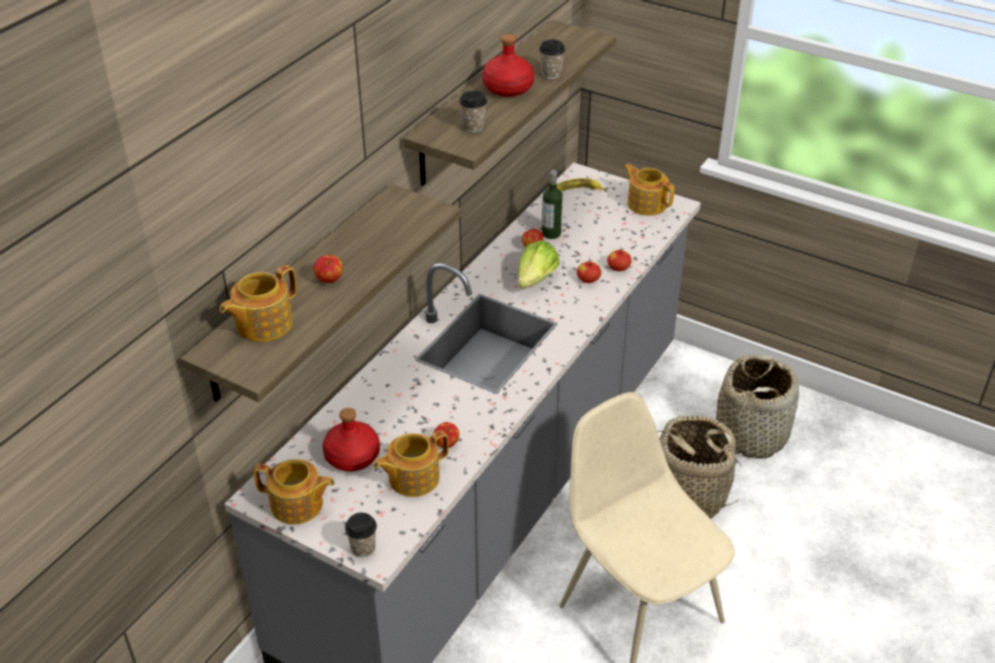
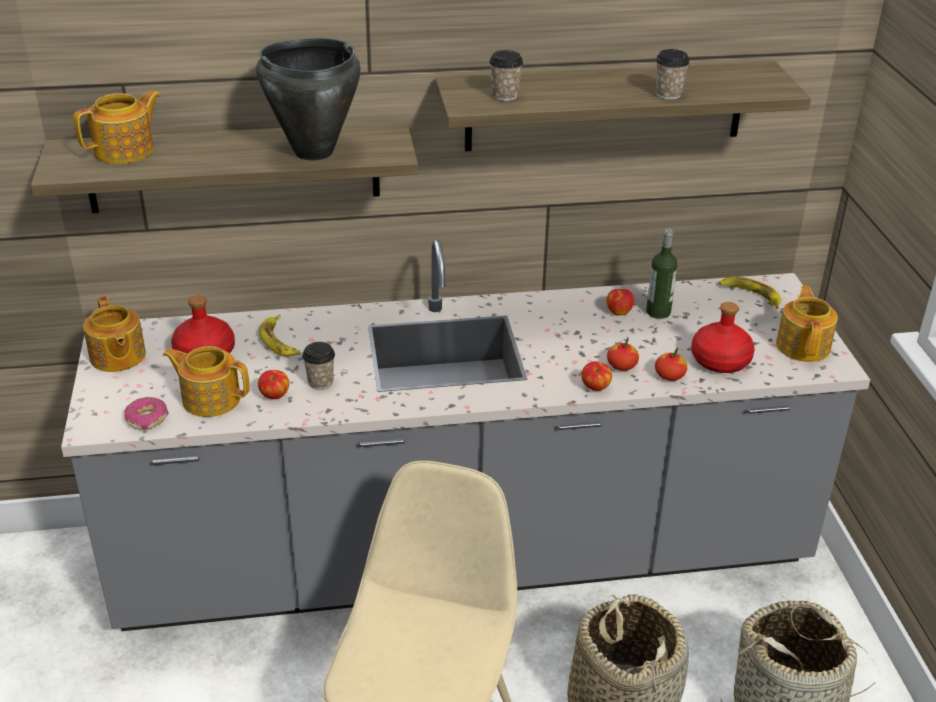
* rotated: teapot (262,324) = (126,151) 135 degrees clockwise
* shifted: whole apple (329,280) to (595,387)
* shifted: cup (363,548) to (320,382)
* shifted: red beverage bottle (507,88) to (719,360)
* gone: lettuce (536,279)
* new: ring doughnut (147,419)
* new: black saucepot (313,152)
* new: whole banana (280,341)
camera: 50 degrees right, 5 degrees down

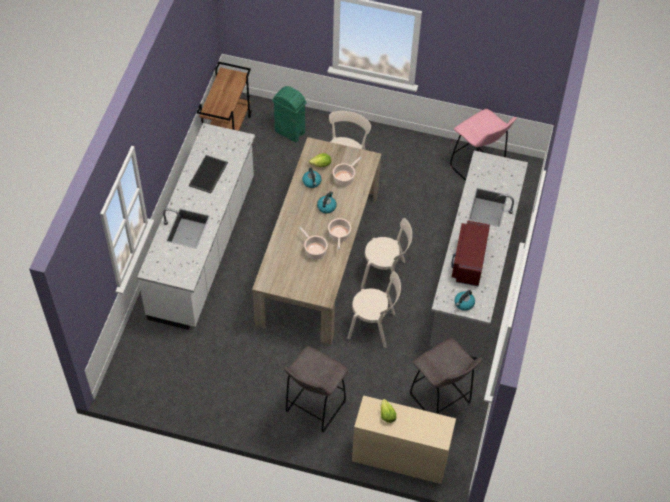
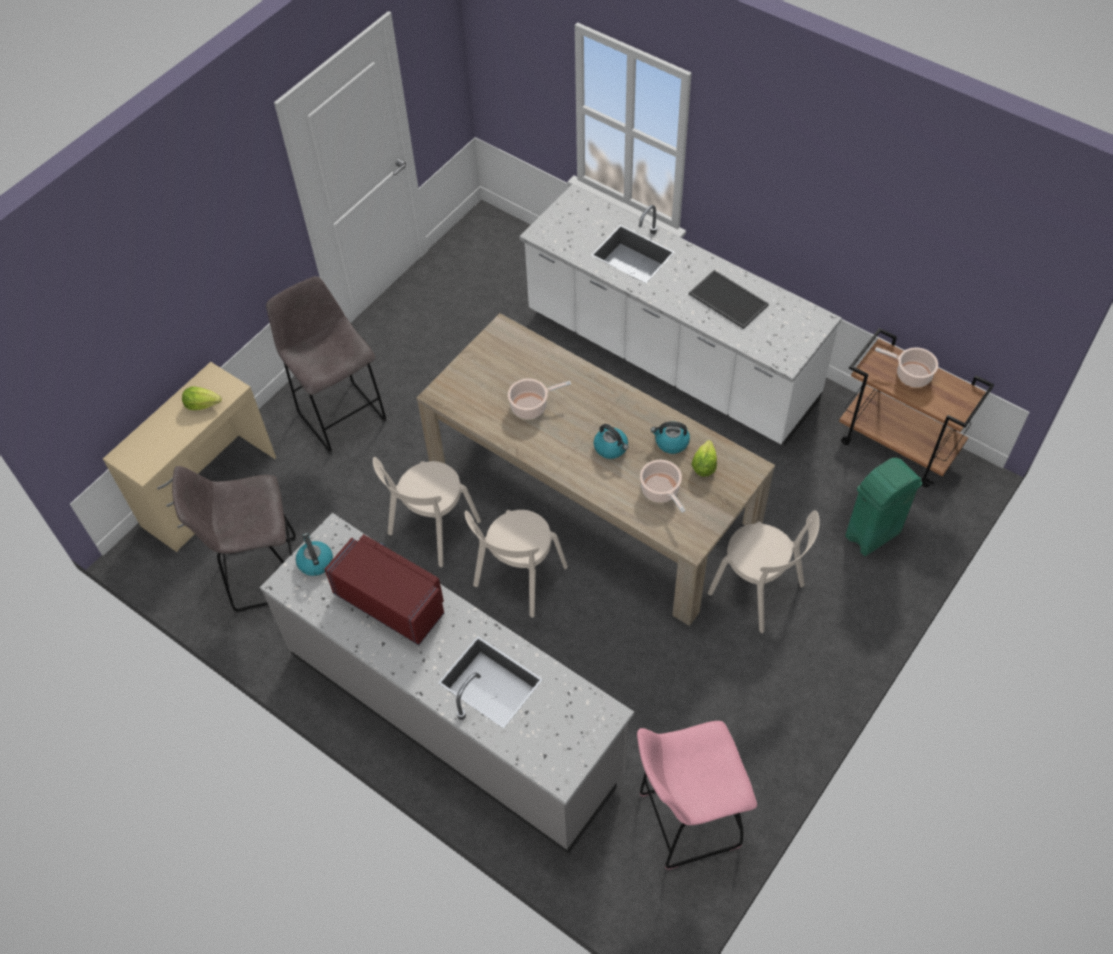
* shifted: saucepot (339,236) to (911,374)
camera: 115 degrees right, 0 degrees up

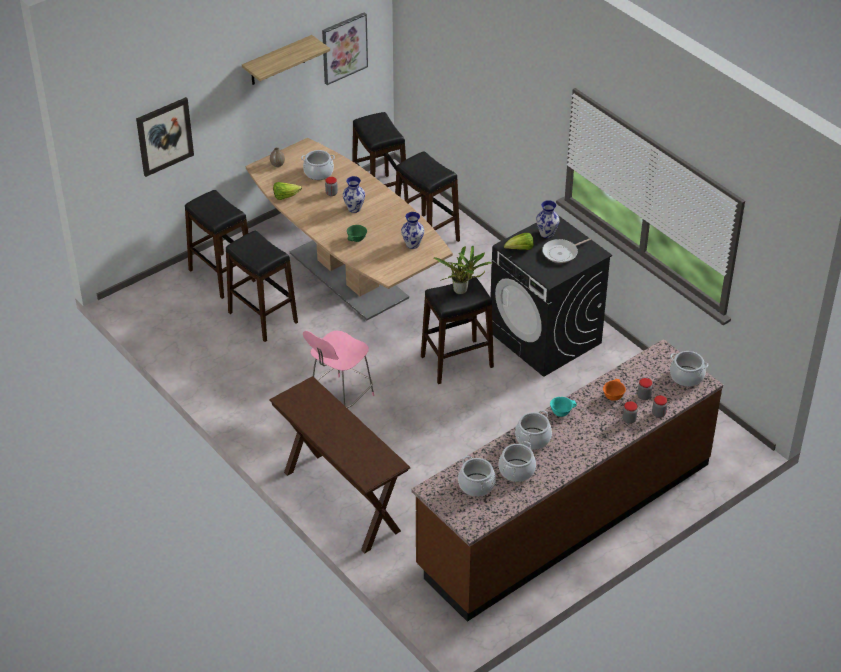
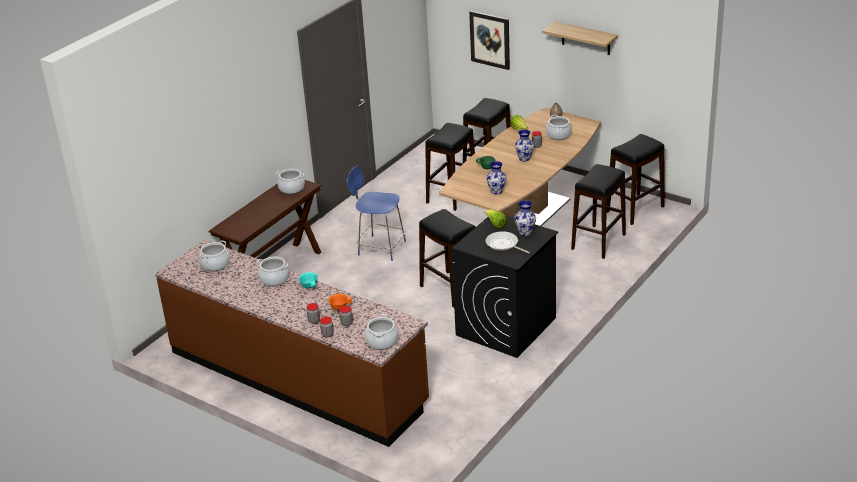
* repainted: pinkish chair (340,400) to blue-coloured chair (380,248)
* gone: wall art (344,48)
* gone: plant in a pot (462,291)
* shifted: saucepot (517,470) to (291,188)
camera: 75 degrees right, 10 degrees down

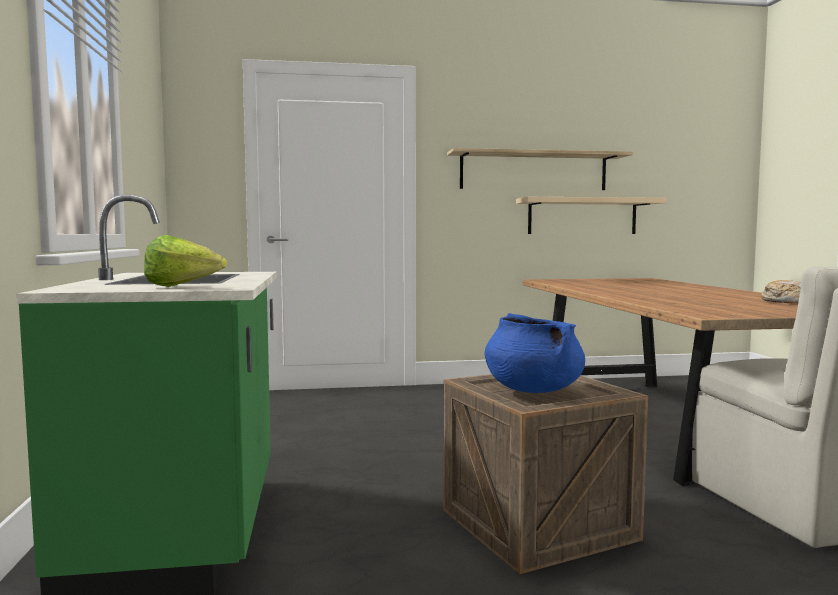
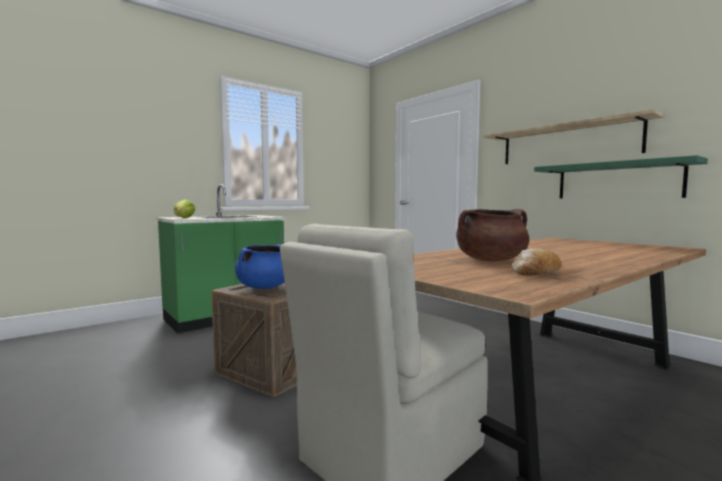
* repainted: beige bracket shelf (582,216) to green-coloured bracket shelf (617,181)
* new: brownish saucepot (491,260)
camera: 60 degrees right, 0 degrees up

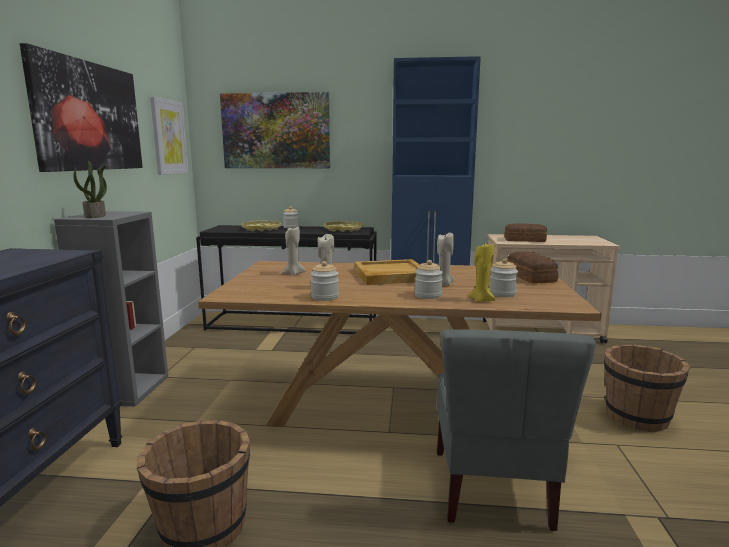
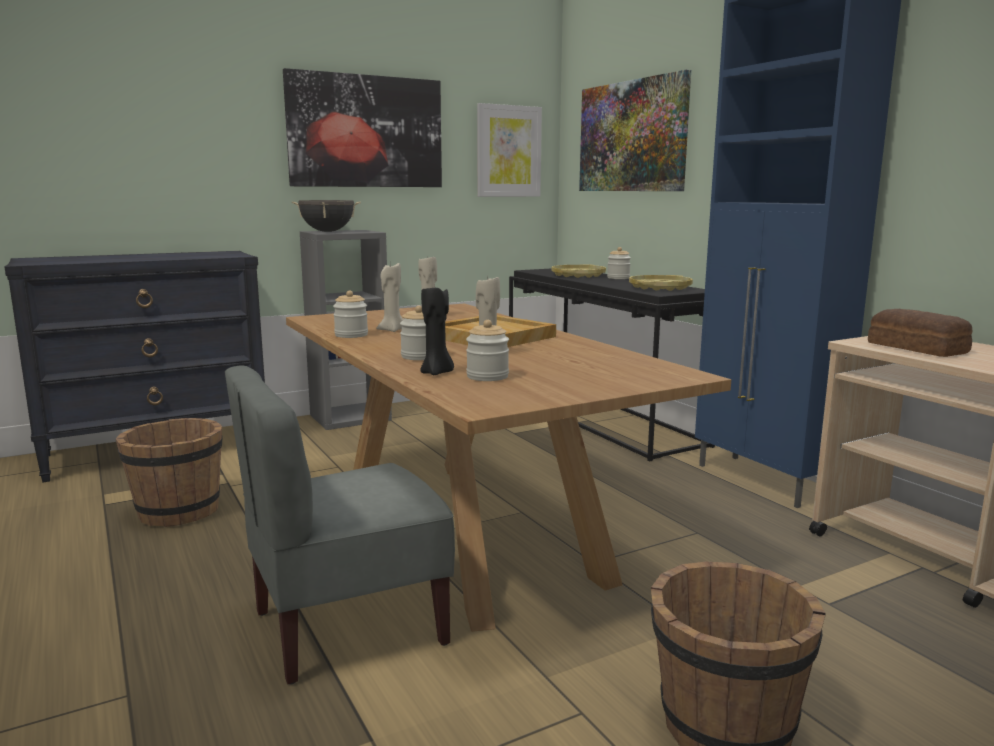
* swapped: plant in a pot (95,216) to black saucepot (327,231)
* repainted: yellow-coloured wax light (481,300) to black wax light (437,373)
* gone: bread (530,277)
camera: 55 degrees right, 0 degrees up

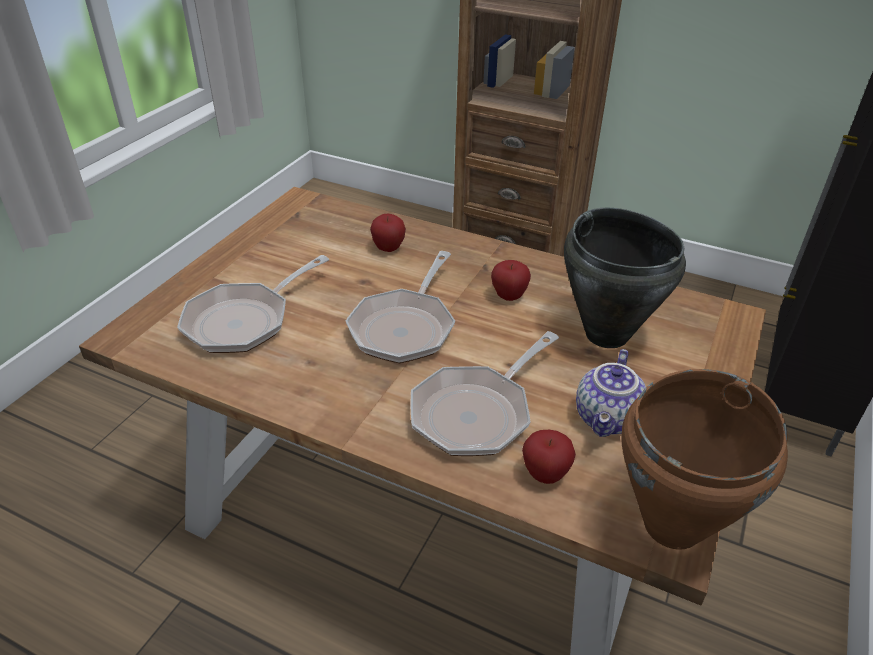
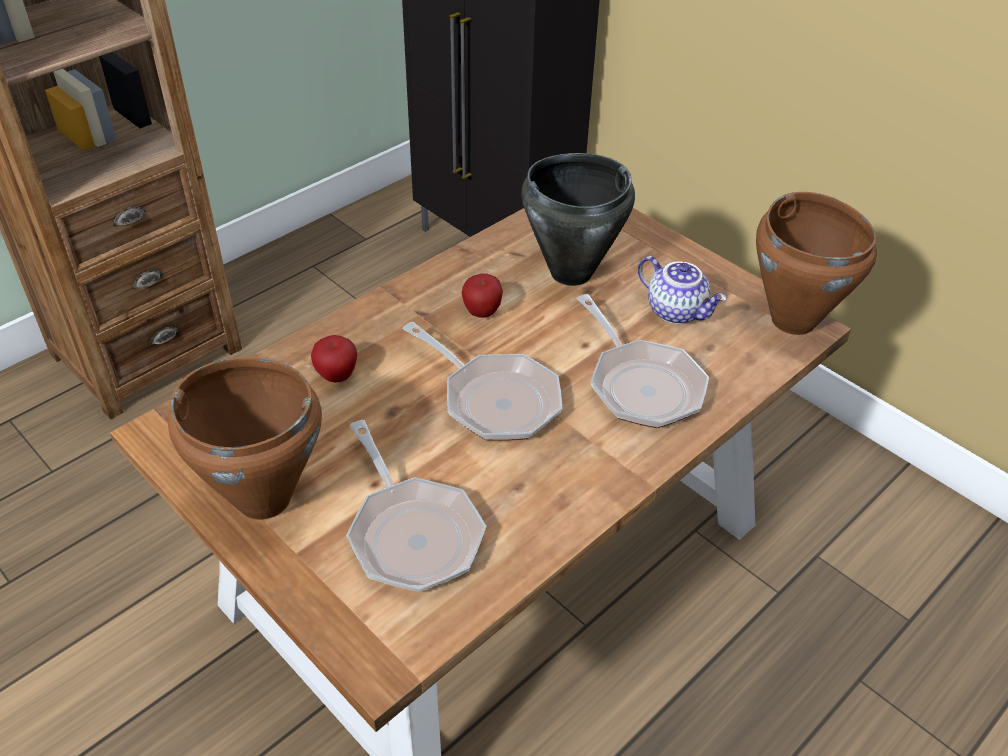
* gone: whole apple (545,474)
* new: brownish saucepot (263,498)
camera: 70 degrees left, 5 degrees up

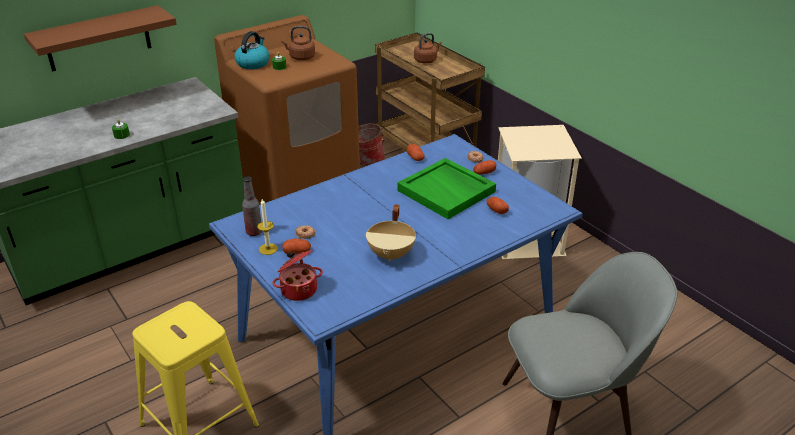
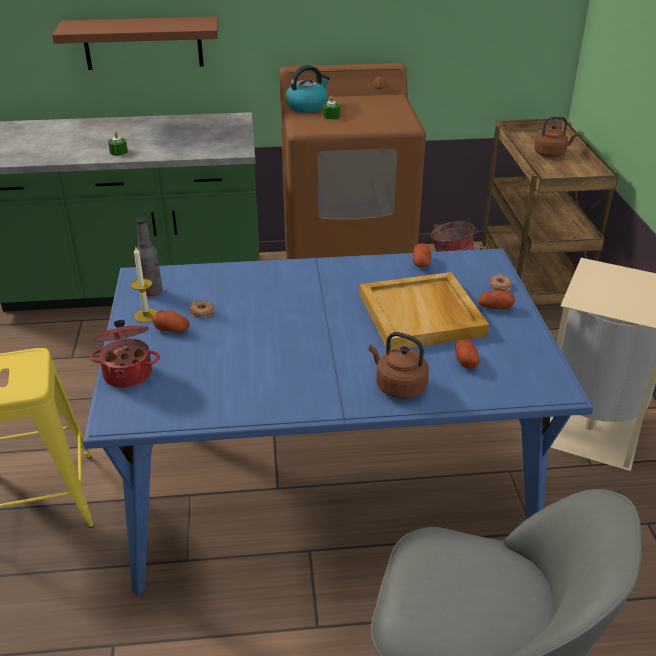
* shifted: brownish tea kettle (300,57) to (398,386)
* gone: beige saucepot (392,254)
* repainted: green-coloured serving tray (447,191) to beige serving tray (422,315)
camera: 30 degrees right, 0 degrees up

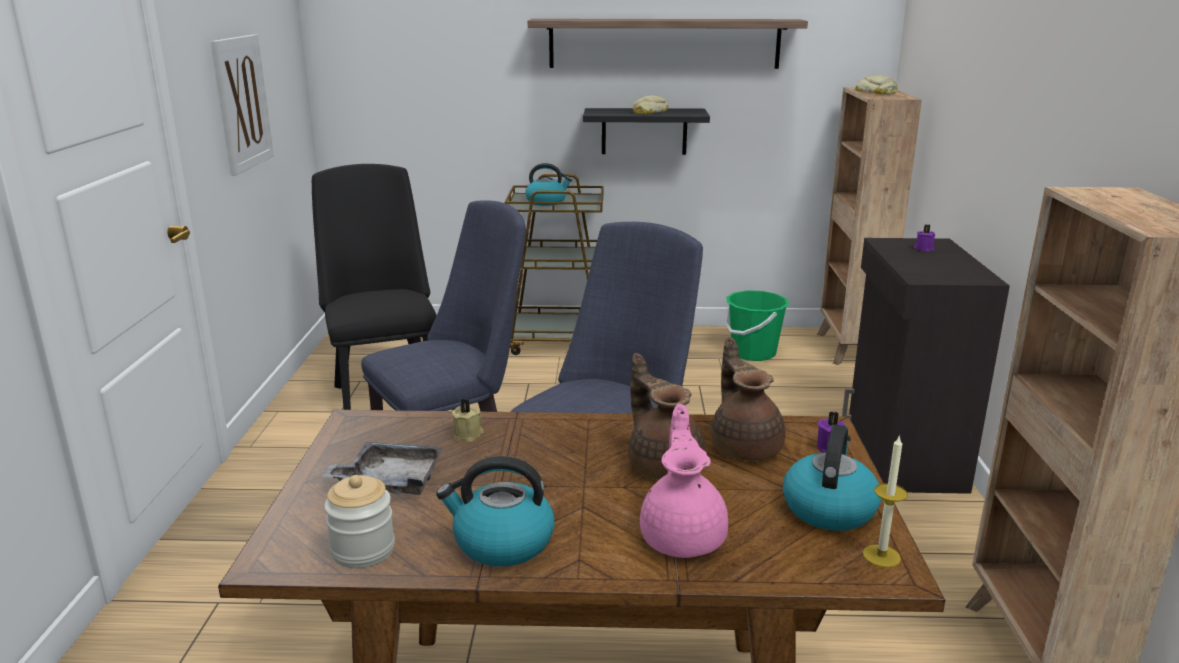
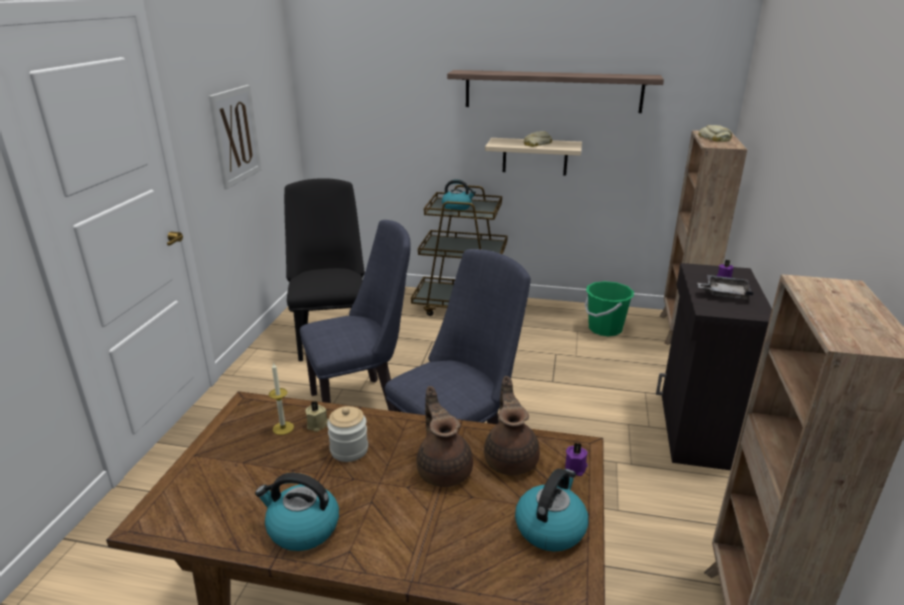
* shifted: greyish serving tray (389,481) to (724,293)
* shifted: preserve jar (363,550) to (349,450)
* repainted: black bracket shelf (644,131) to beige bracket shelf (535,156)
* gone: pinkish teapot (683,536)
* shifted: wax light (881,556) to (283,428)
camera: 10 degrees right, 5 degrees up

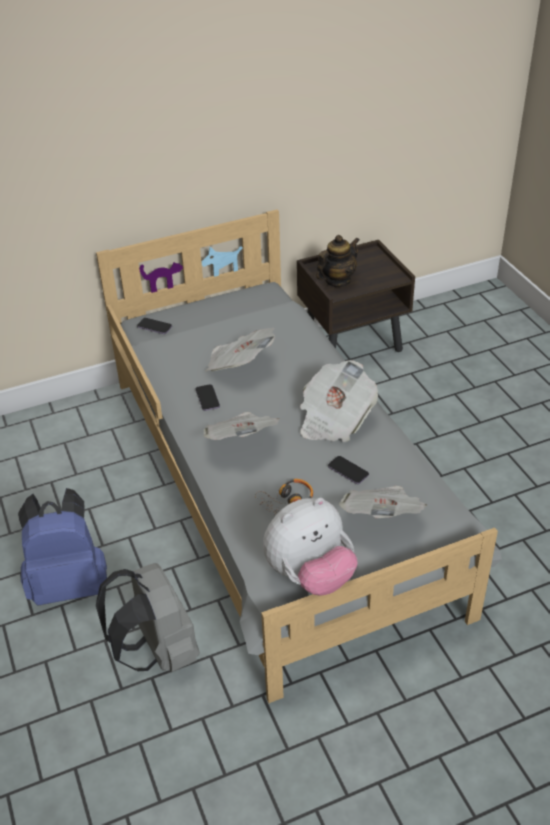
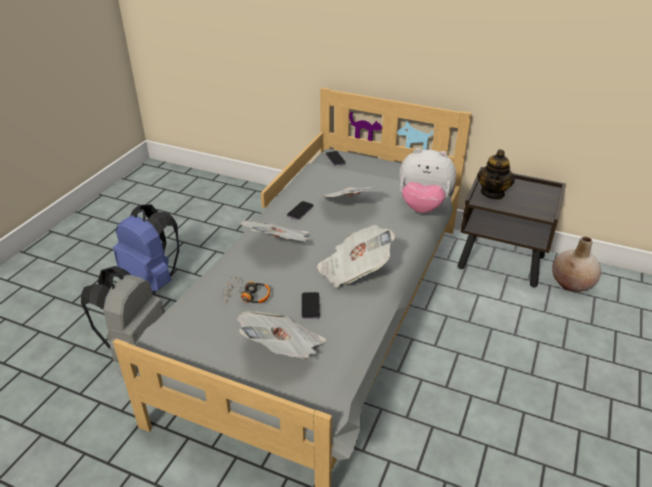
* shifted: cuddly toy (310,575) to (423,206)
* rotated: teapot (337,281) = (493,193) 105 degrees clockwise
* new: beige flower vase (572,284)
camera: 45 degrees right, 5 degrees down

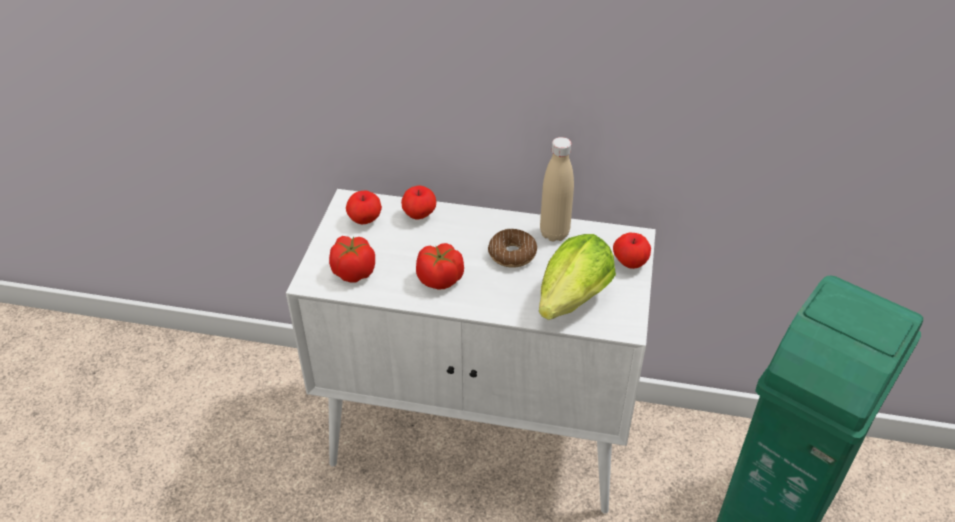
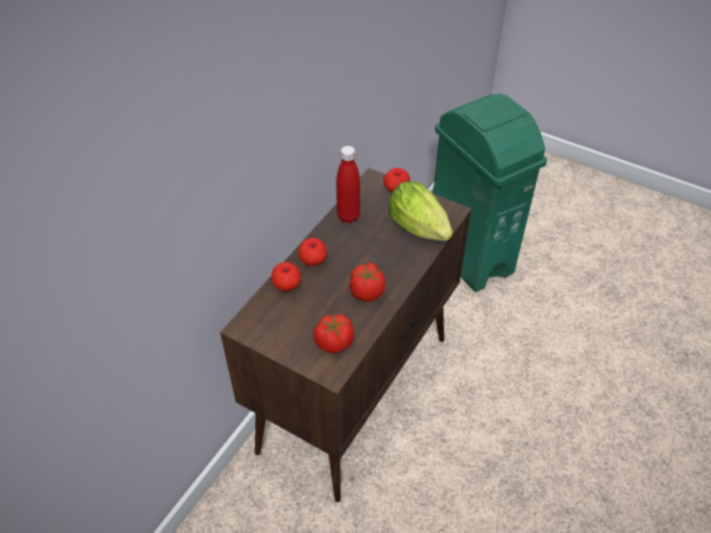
* repainted: whitish cupboard (480,439) to brownish cupboard (356,391)
* shifted: whole apple (364,220) to (313,261)
* gone: ring doughnut (512,254)
* repainted: beige beverage bottle (554,233) to red beverage bottle (348,216)
camera: 70 degrees left, 5 degrees up

